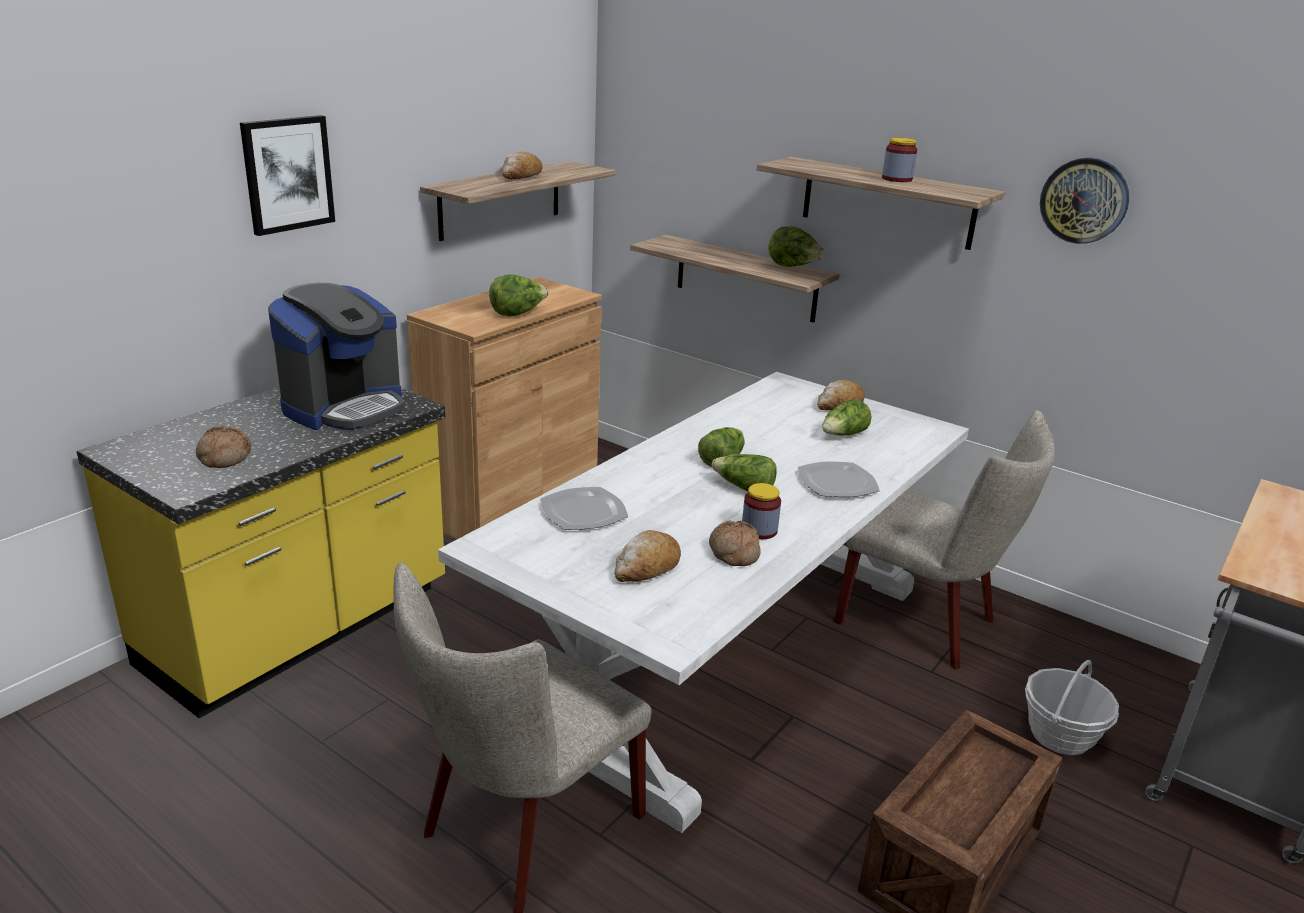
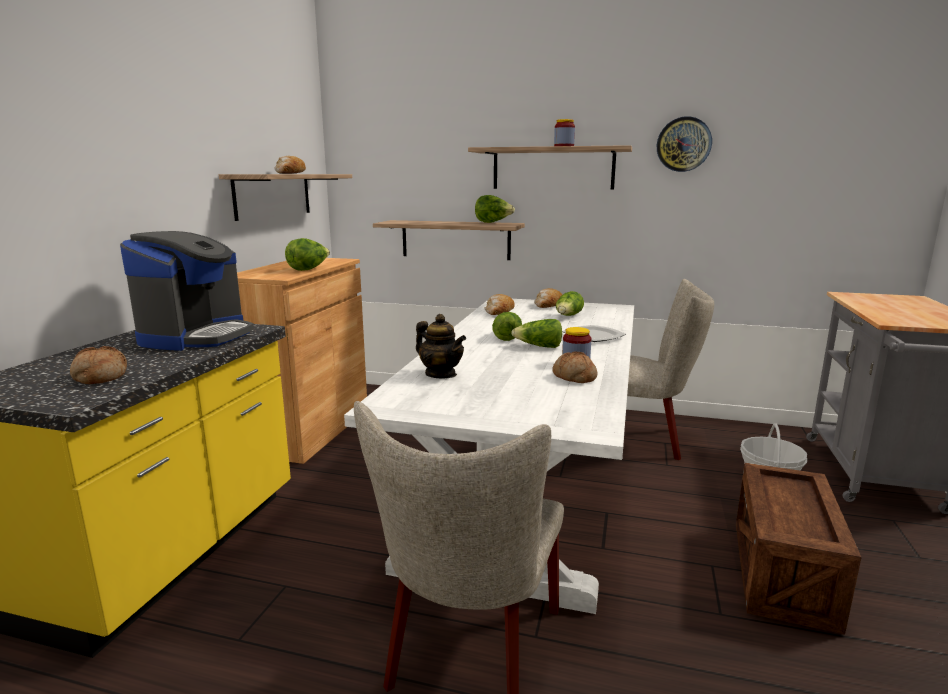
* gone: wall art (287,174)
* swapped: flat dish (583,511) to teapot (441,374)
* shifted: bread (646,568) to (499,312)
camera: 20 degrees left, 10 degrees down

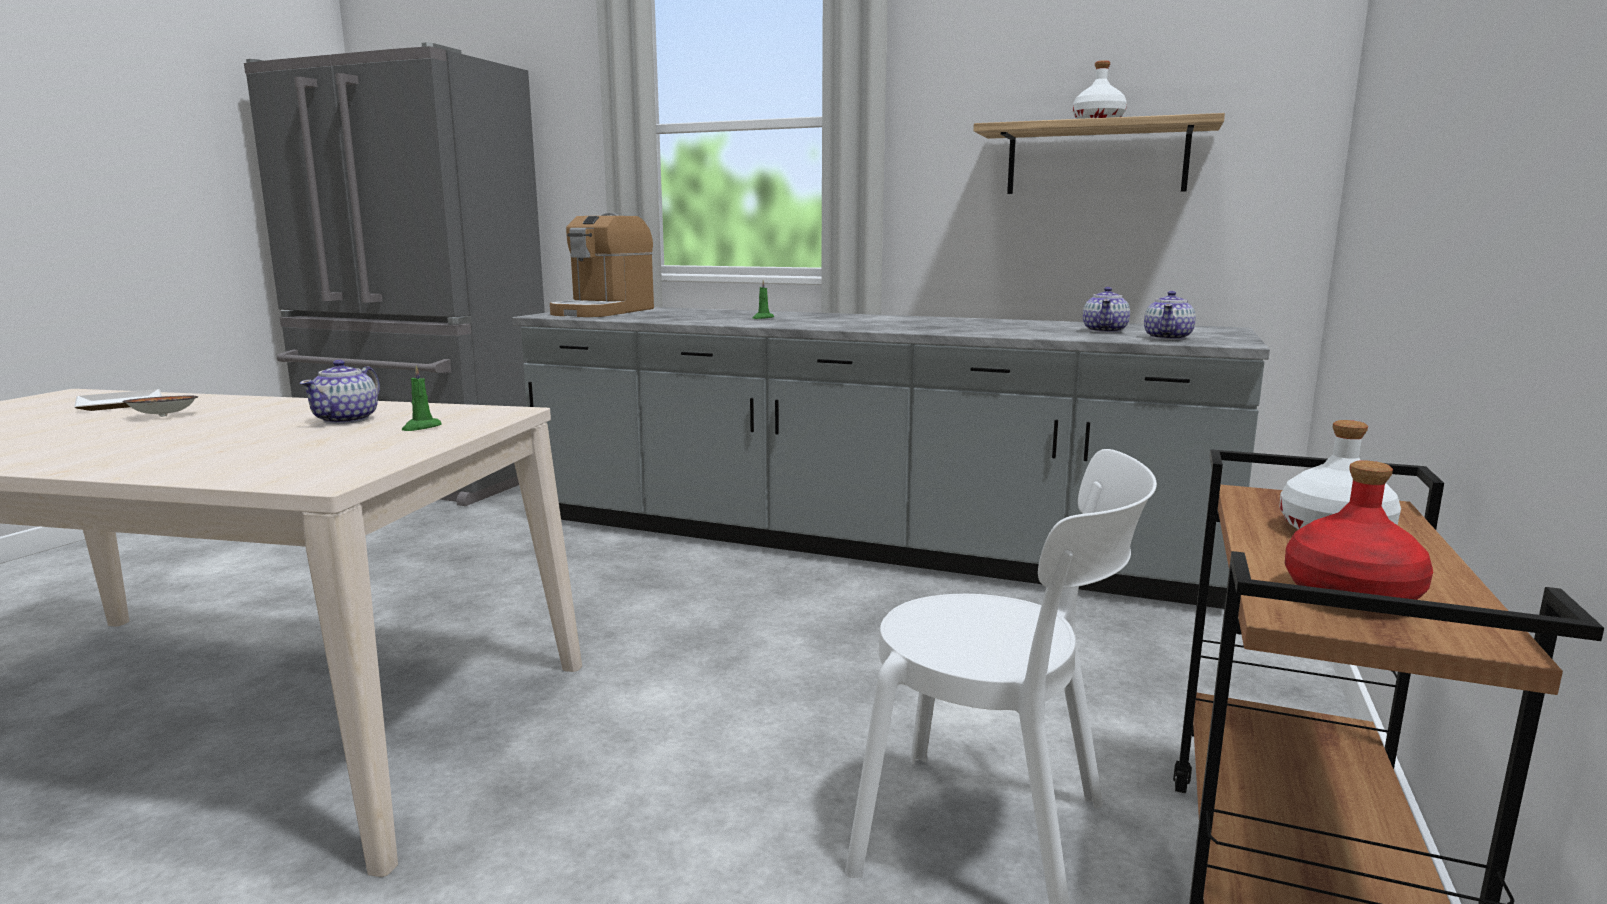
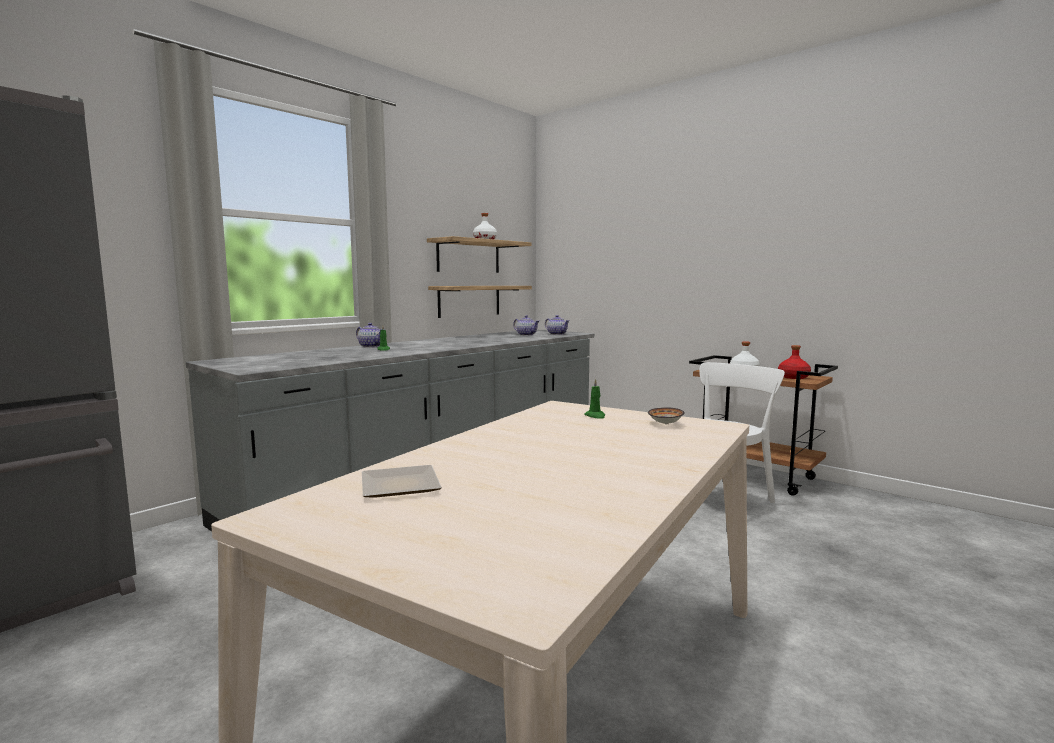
* shifted: serving bowl (163,416) to (665,424)
* shifted: teapot (347,419) to (371,346)
* gone: coffee machine (603,311)
* new: bracket shelf (469,301)
camera: 70 degrees left, 5 degrees down

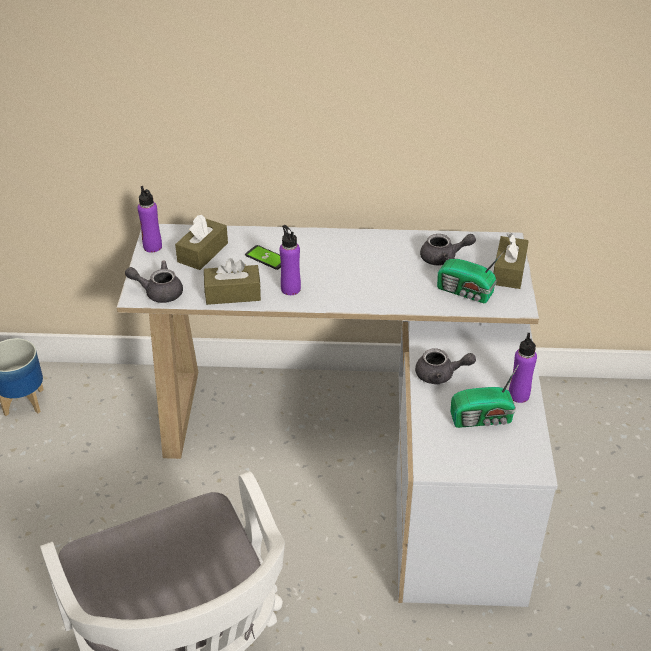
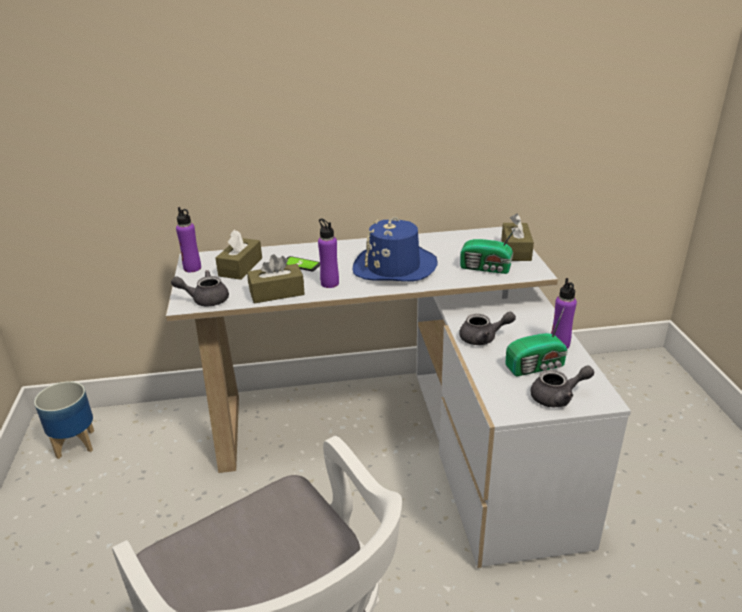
* shifted: greyish teapot (443,258) to (558,397)
* new: blue-coloured hat (394,267)
camera: 10 degrees left, 10 degrees down

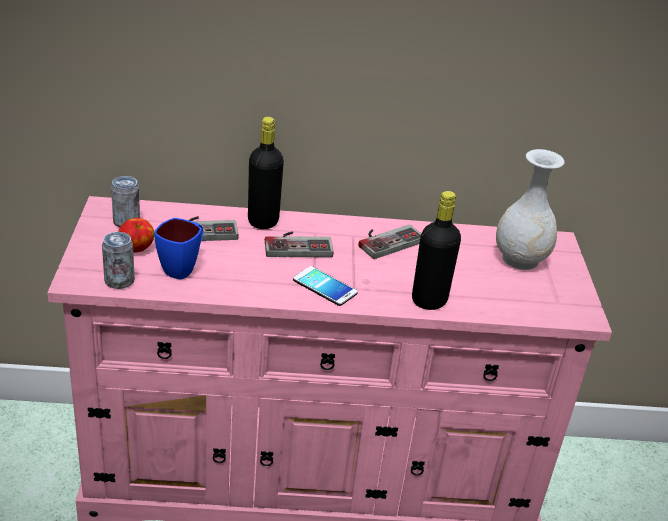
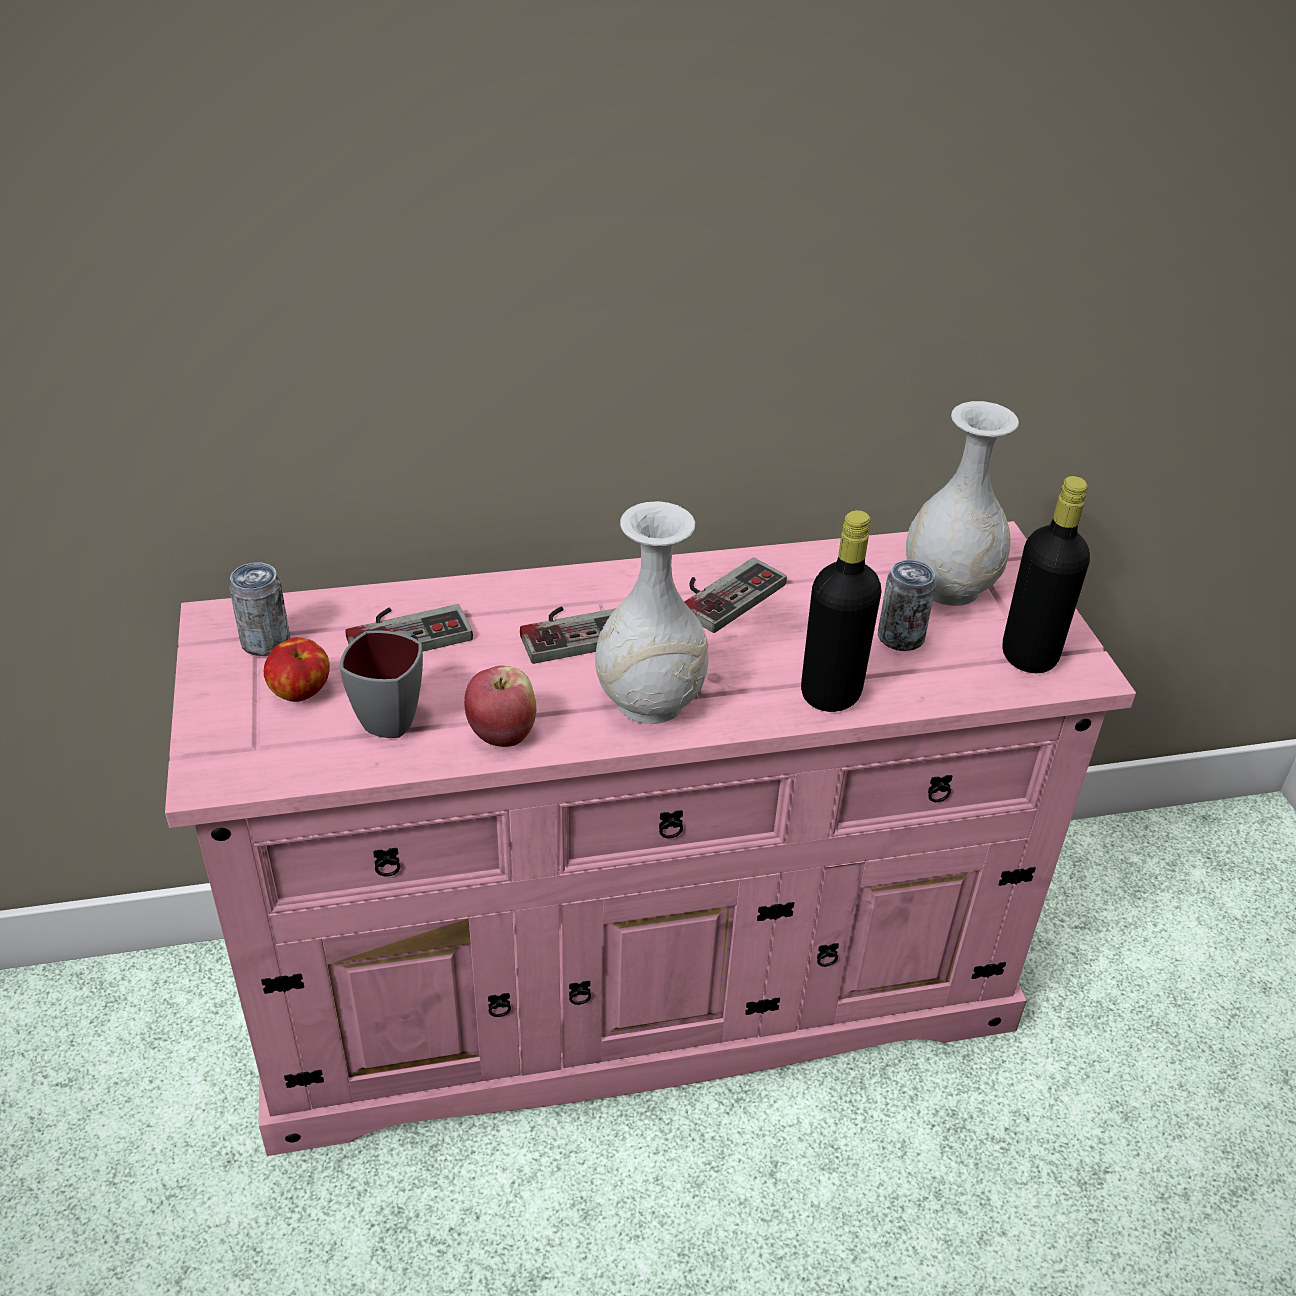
* shifted: metal can (119,281) to (900,638)
* repainted: blue-coloured tea mug (183,267) to greyish tea mug (395,713)
* shifted: black beverage bottle (263,221) to (1029,656)
* swapped: phone (325,286) to whitish flower vase (650,702)
* new: whole apple (502,734)
camera: 10 degrees left, 5 degrees up

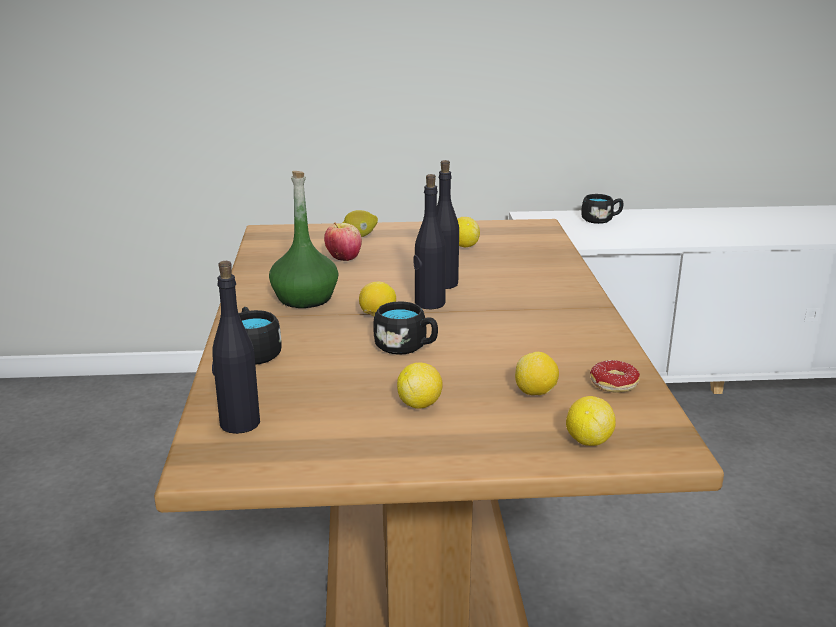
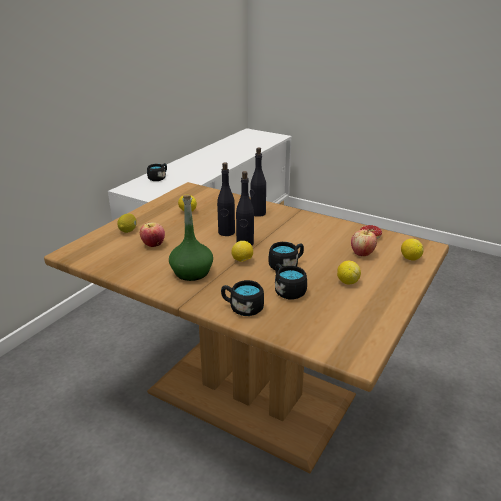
* shifted: black beverage bottle (239,423) to (257,213)
* swapped: whole lemon (535,393) to whole apple (362,253)
* new: black tea mug (287,290)
camera: 55 degrees left, 5 degrees up

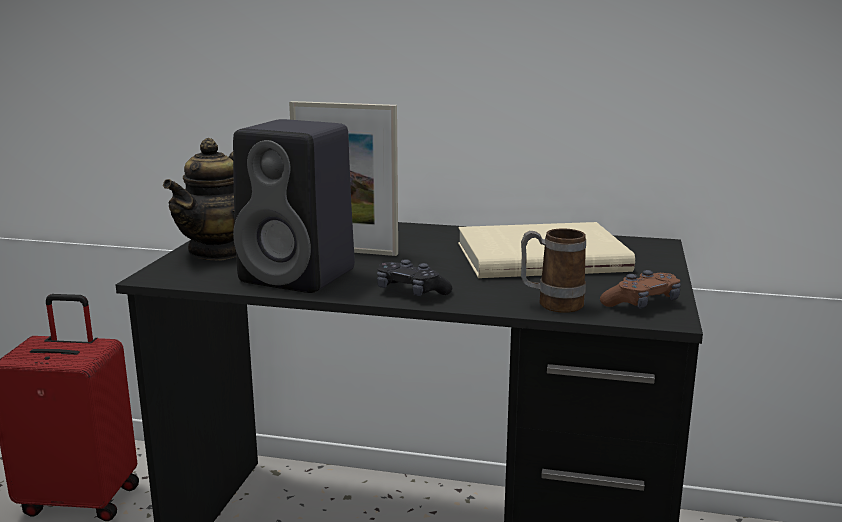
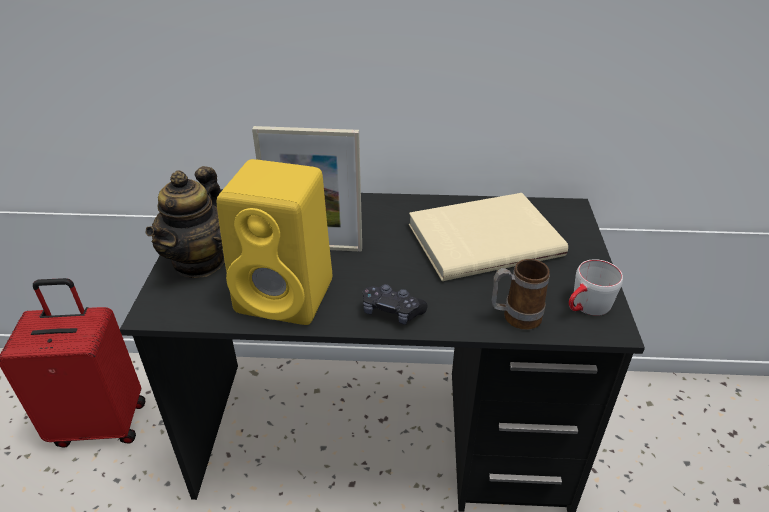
* repainted: black audio speaker (301,276) to yellow-coloured audio speaker (288,296)
* swapped: brownish game controller (642,304) to greyish tea mug (586,307)
camera: 10 degrees left, 20 degrees up

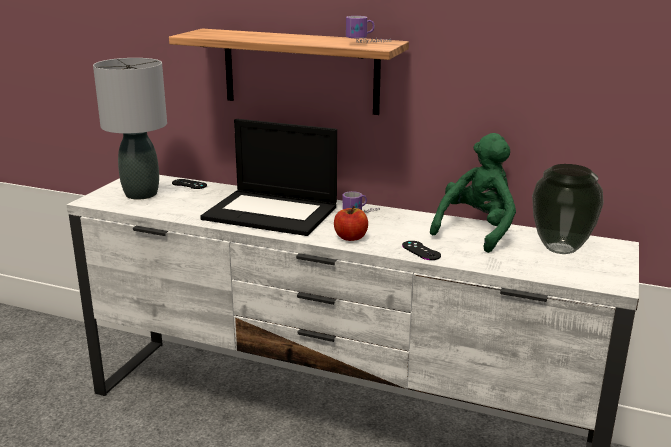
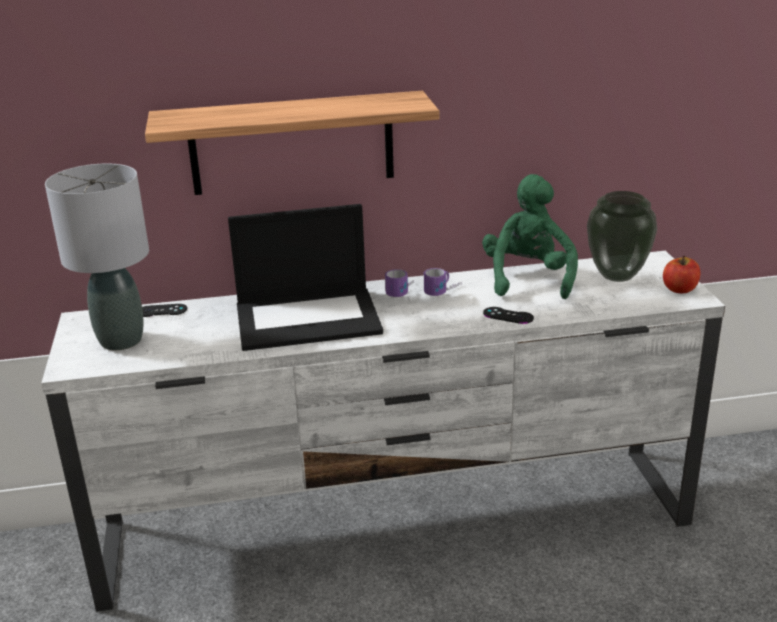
* shifted: whole apple (350,237) to (679,289)
* shifted: tea mug (368,43) to (444,293)
camera: 30 degrees left, 5 degrees up

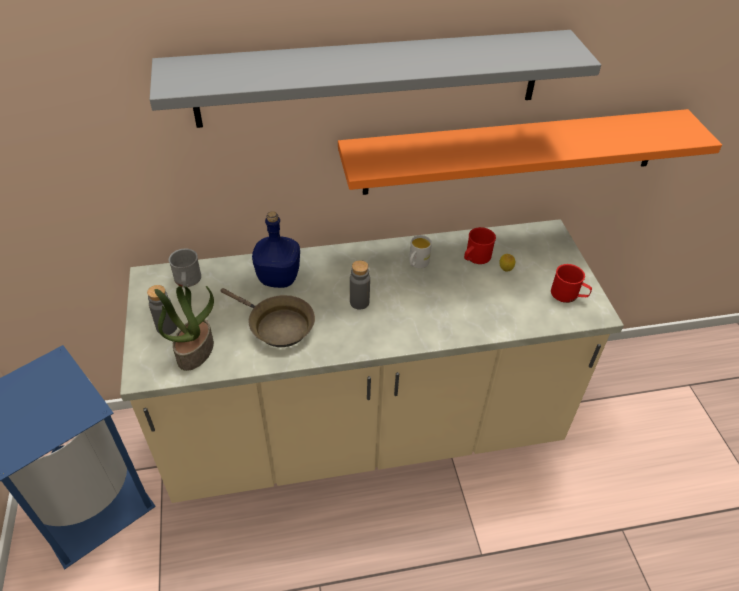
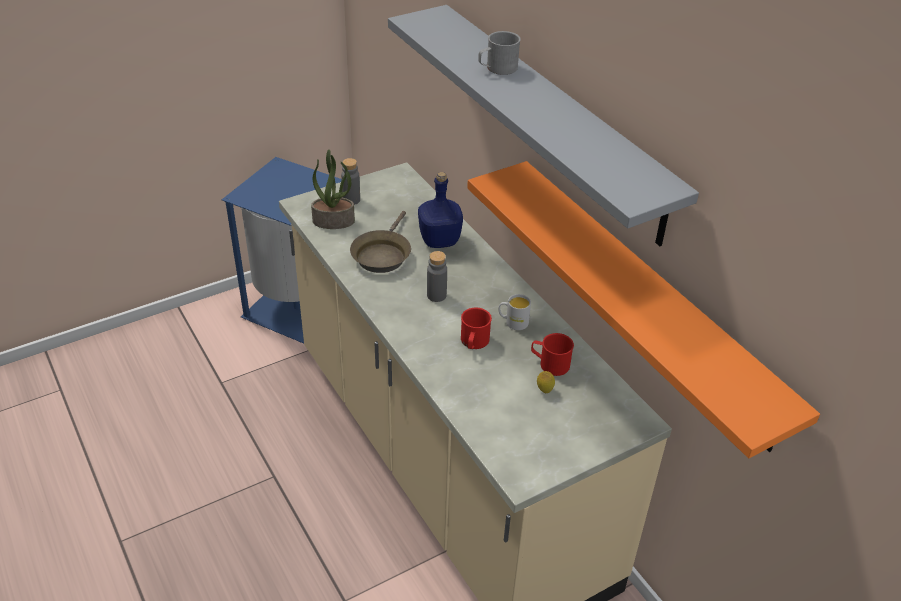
* shifted: greyish tea mug (187,281) to (497,69)
* shifted: red tea mug (568,295) to (474,343)
camera: 70 degrees right, 5 degrees down

